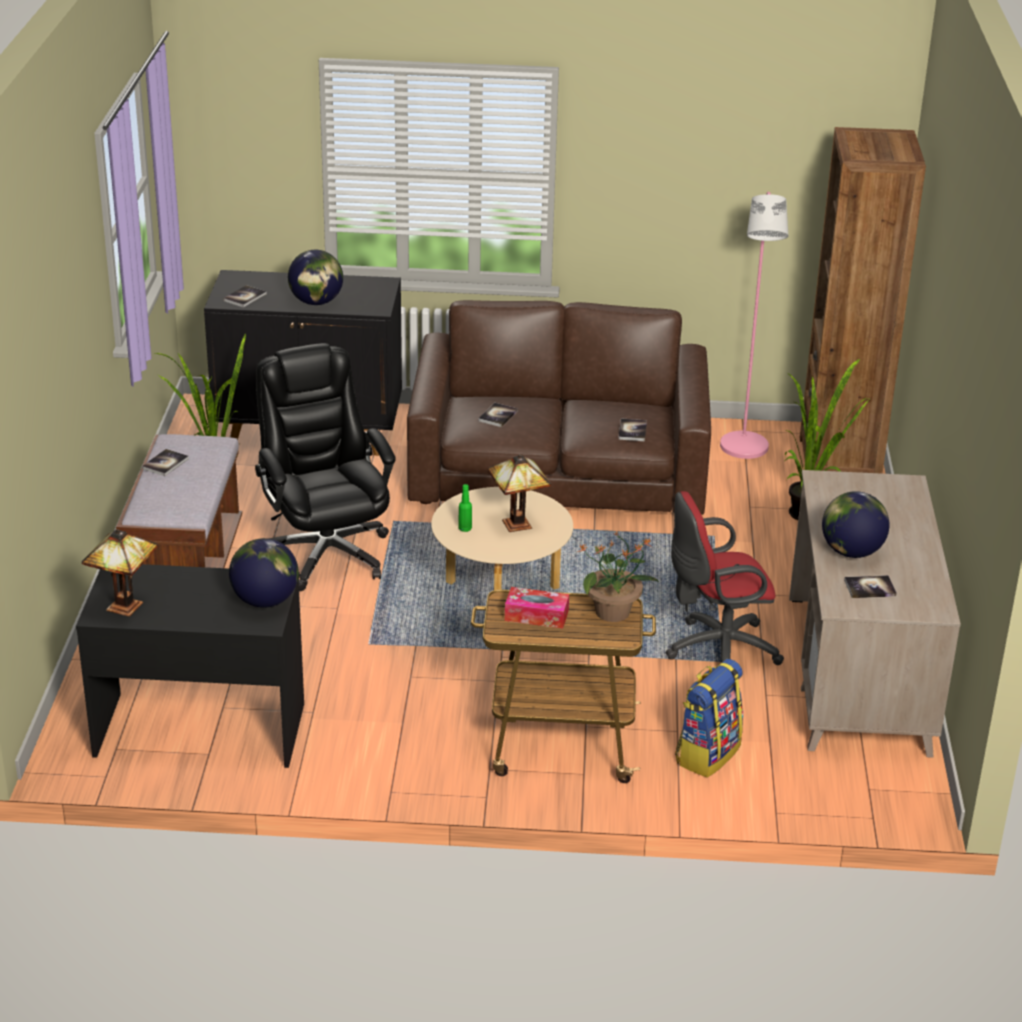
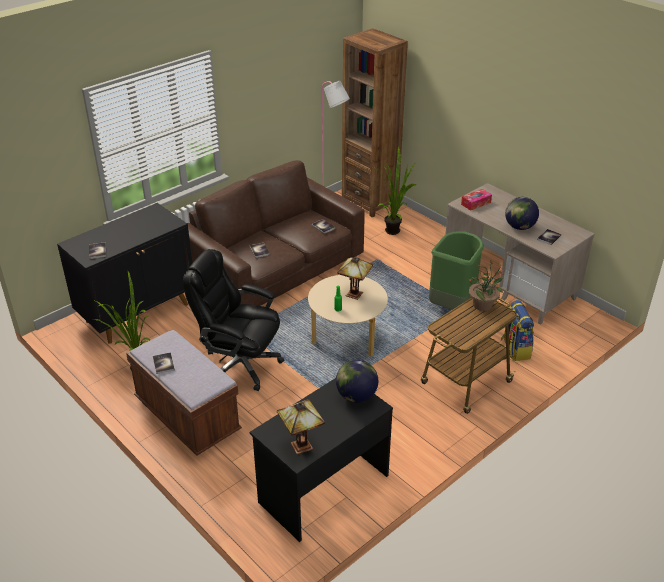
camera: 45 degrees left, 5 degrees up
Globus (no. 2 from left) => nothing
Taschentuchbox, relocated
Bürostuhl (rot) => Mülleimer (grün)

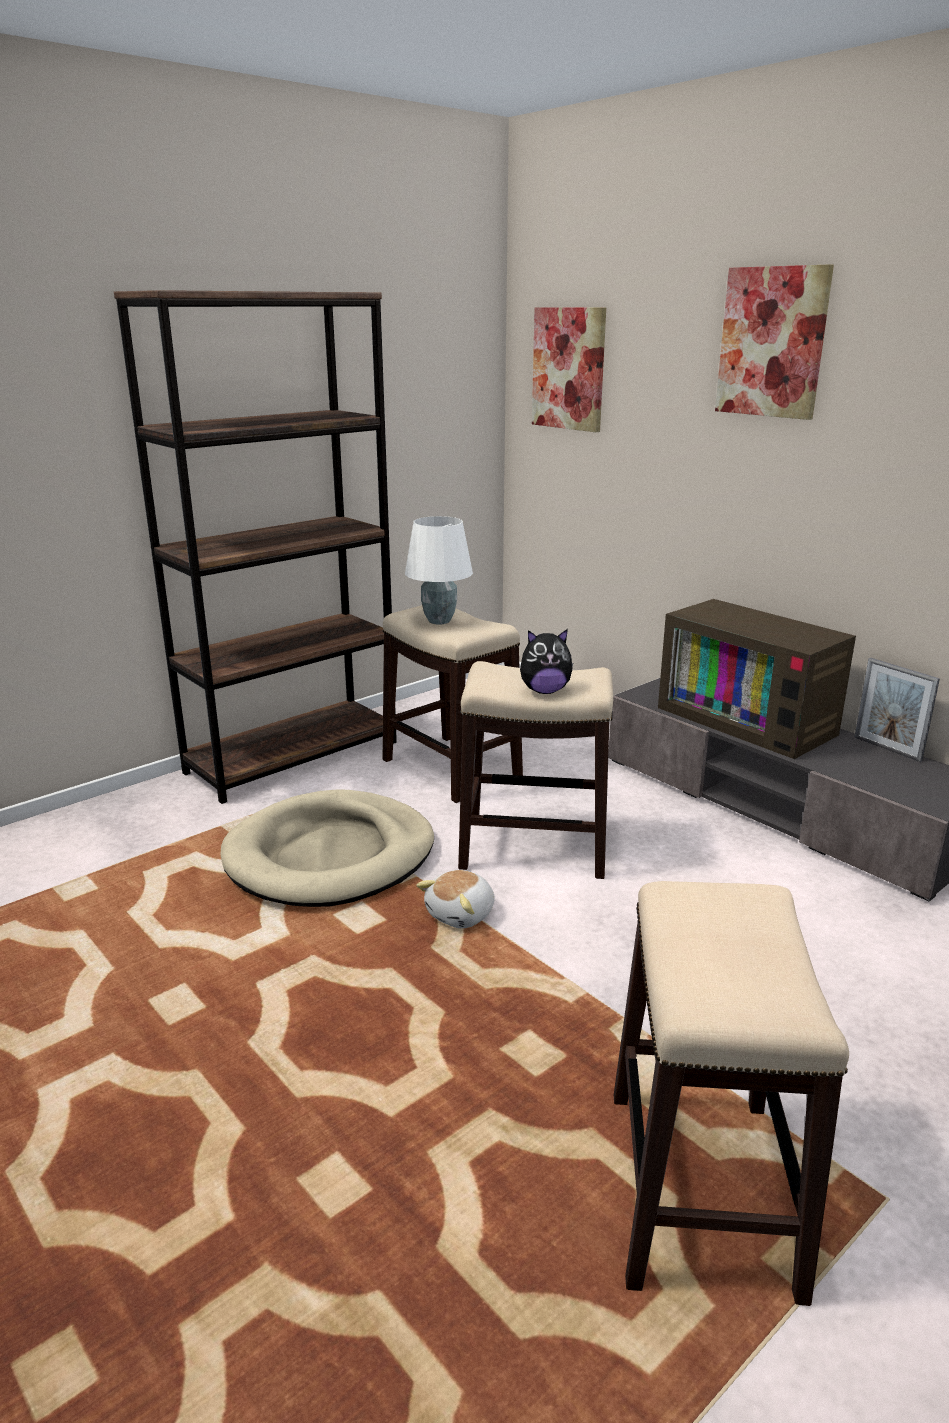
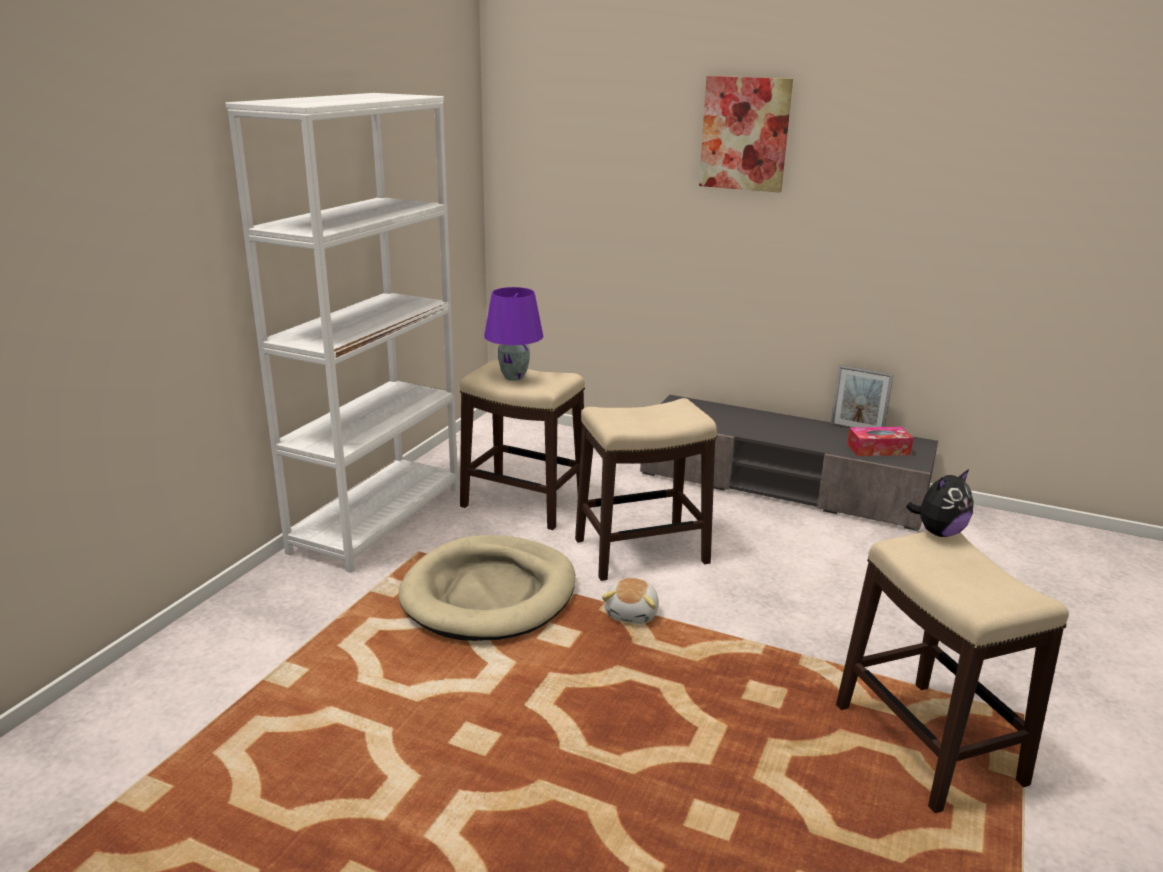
camera: 25 degrees left, 0 degrees up
Bücherregal (braun) => Bücherregal (weiß)
Tischlampe (weiß) => Tischlampe (lila)
Plüschtier (no. 2 from left), relocated
Bild (no. 1 from left) => nothing
Fernseher => nothing
nothing => Taschentuchbox

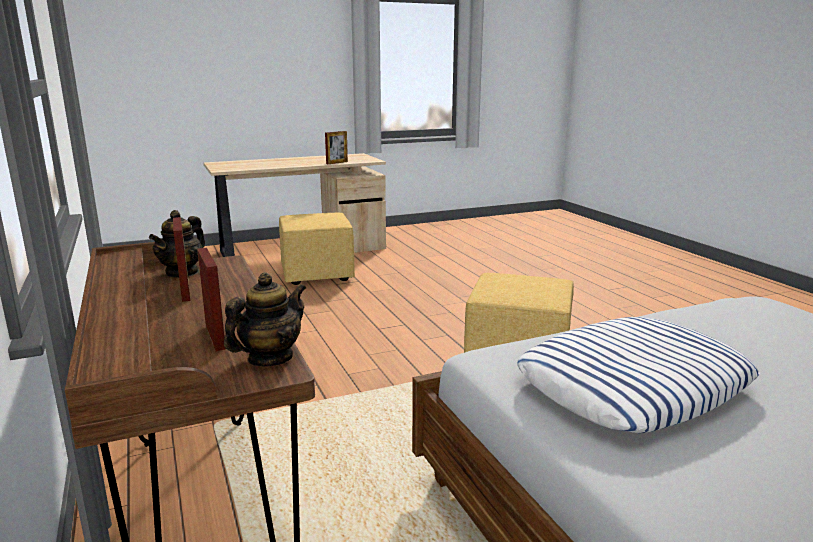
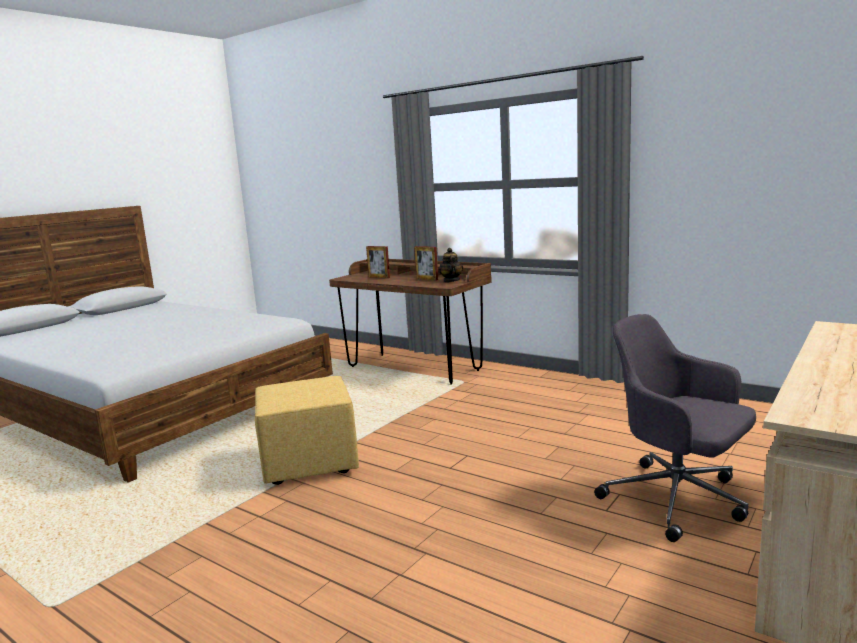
camera: 150 degrees right, 5 degrees down
Teekanne (no. 2 from left) => nothing
Polsterhocker (gelb) (no. 1 from left) => Bürostuhl (grau)
Bilderrahmen (no. 3 from left) => nothing
Kissen => nothing

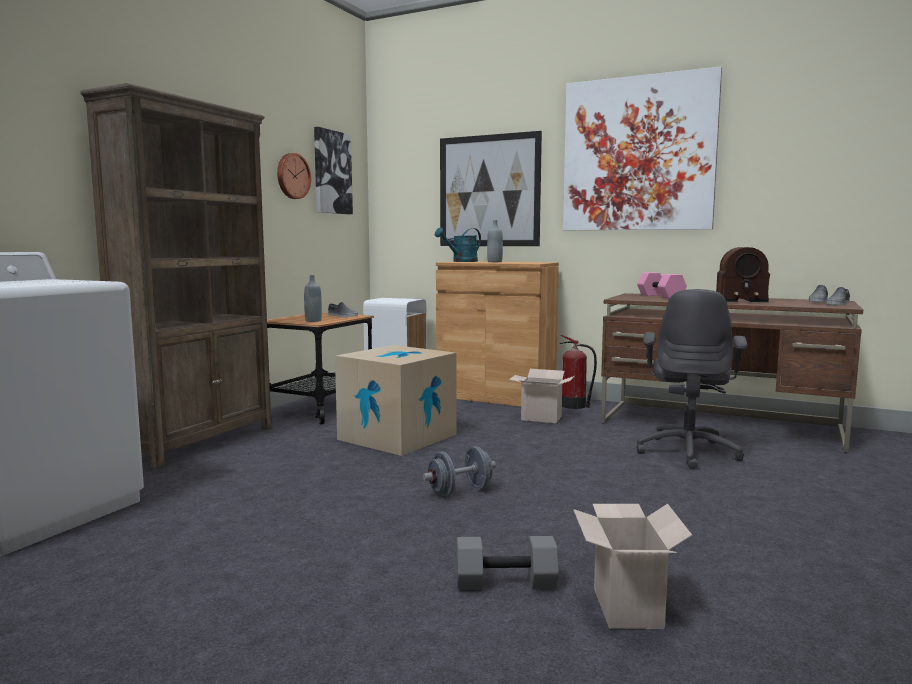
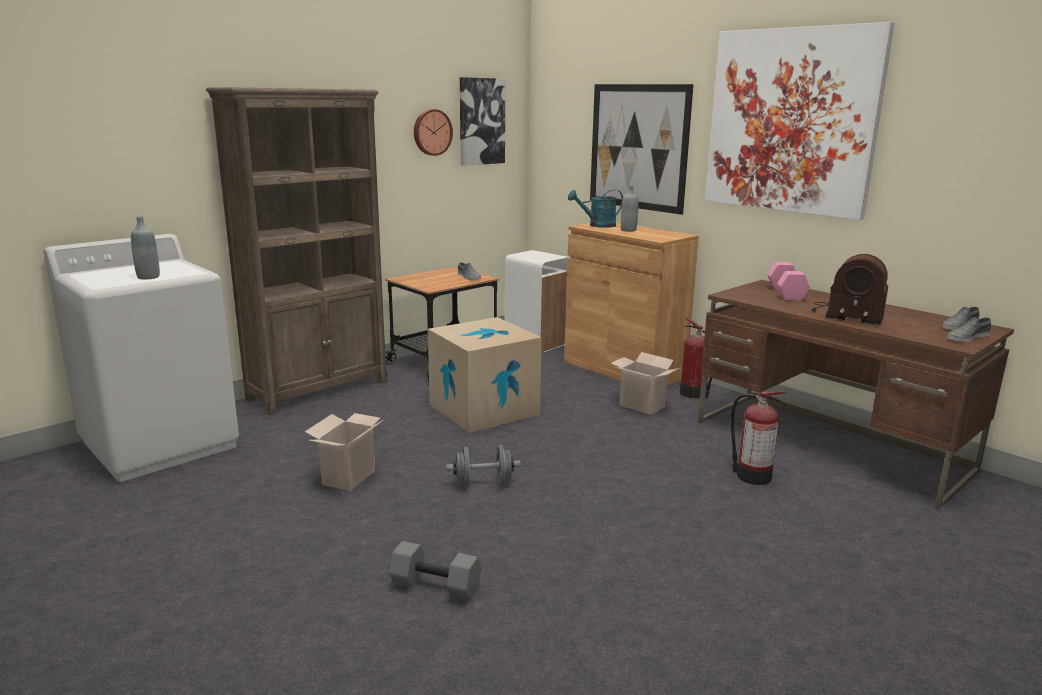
camera: 20 degrees right, 10 degrees up
Flasche (grau) (no. 1 from left), relocated
Karton (no. 3 from left in the first image) => Karton (no. 1 from left), relocated
Bürostuhl (grau) => Feuerlöscher (no. 2 from left)

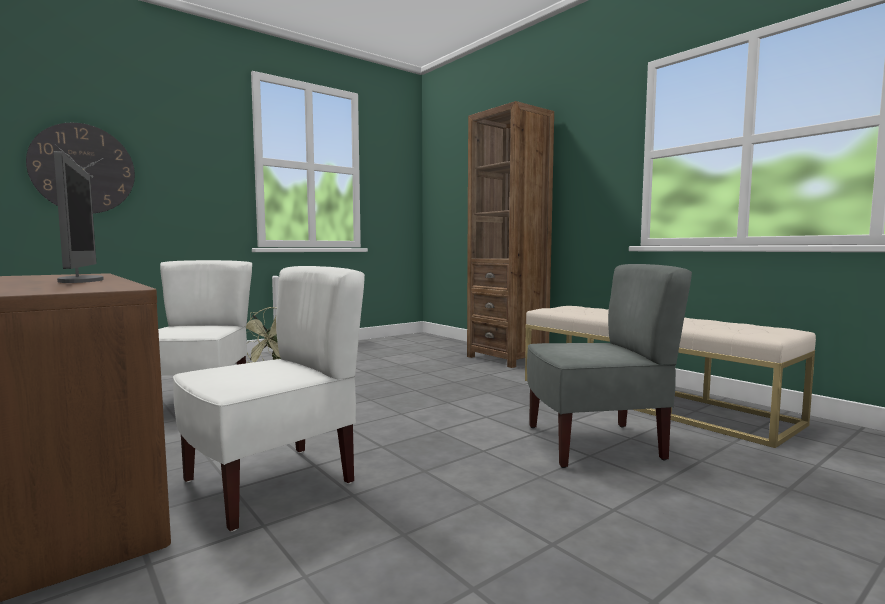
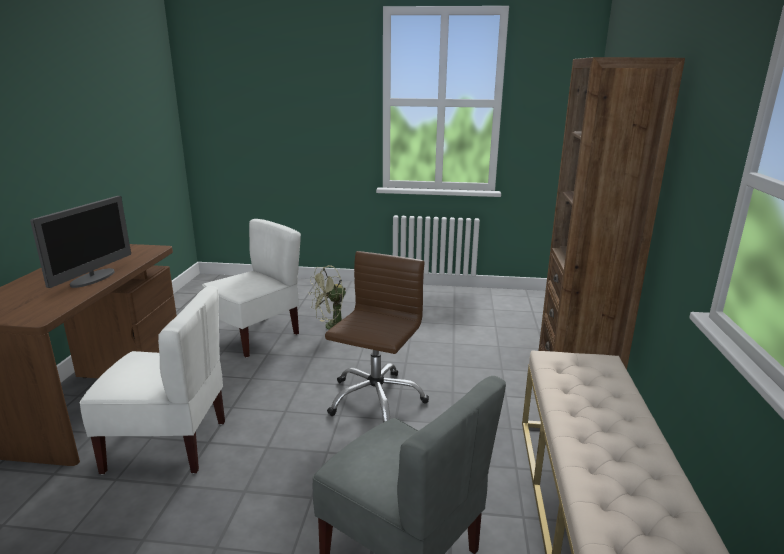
camera: 45 degrees right, 15 degrees up
Wanduhr => nothing
nothing => Bürostuhl (braun)

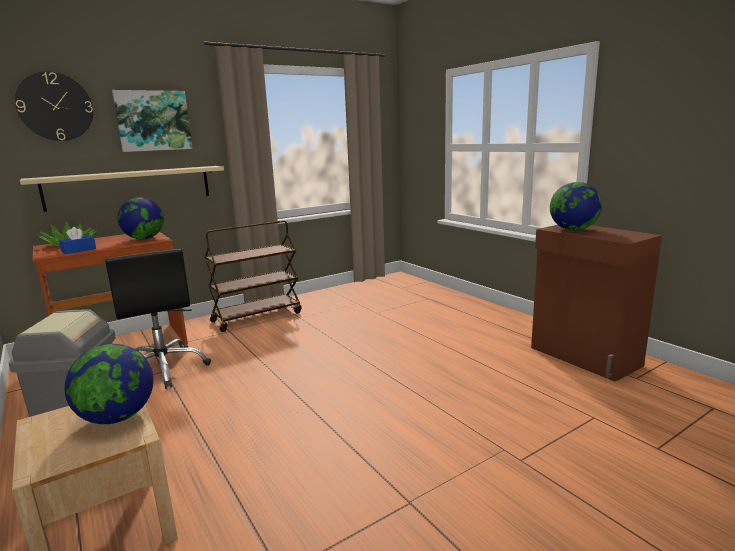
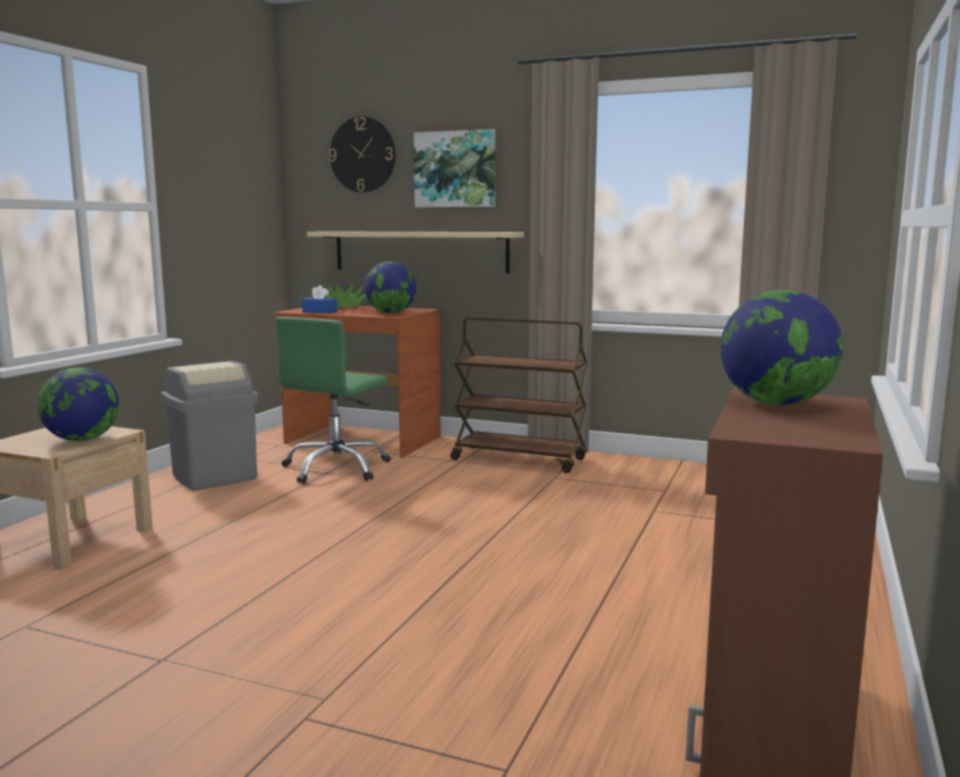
camera: 55 degrees right, 5 degrees down
Bürostuhl (schwarz) => Bürostuhl (grün)

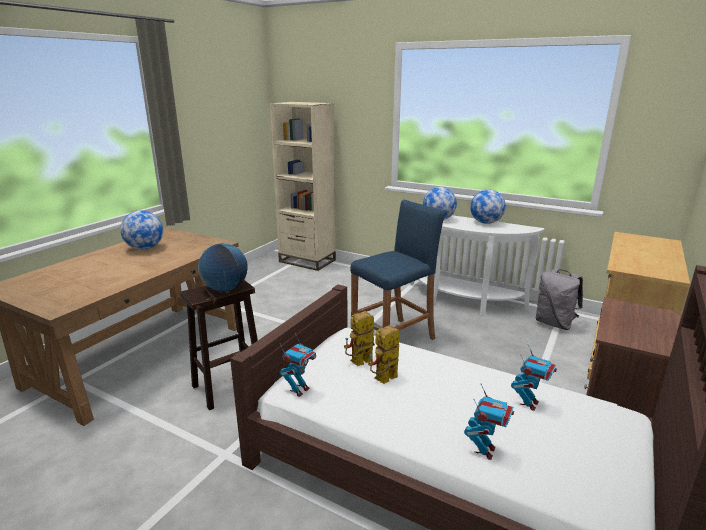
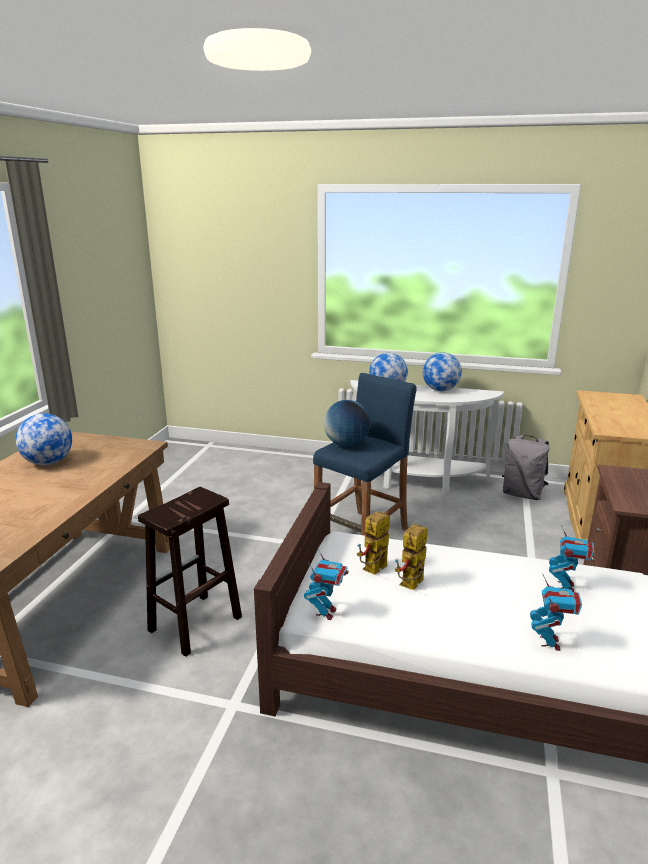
camera: 15 degrees left, 0 degrees up
Globus (no. 2 from left), relocated
Bücherregal (beige) => nothing

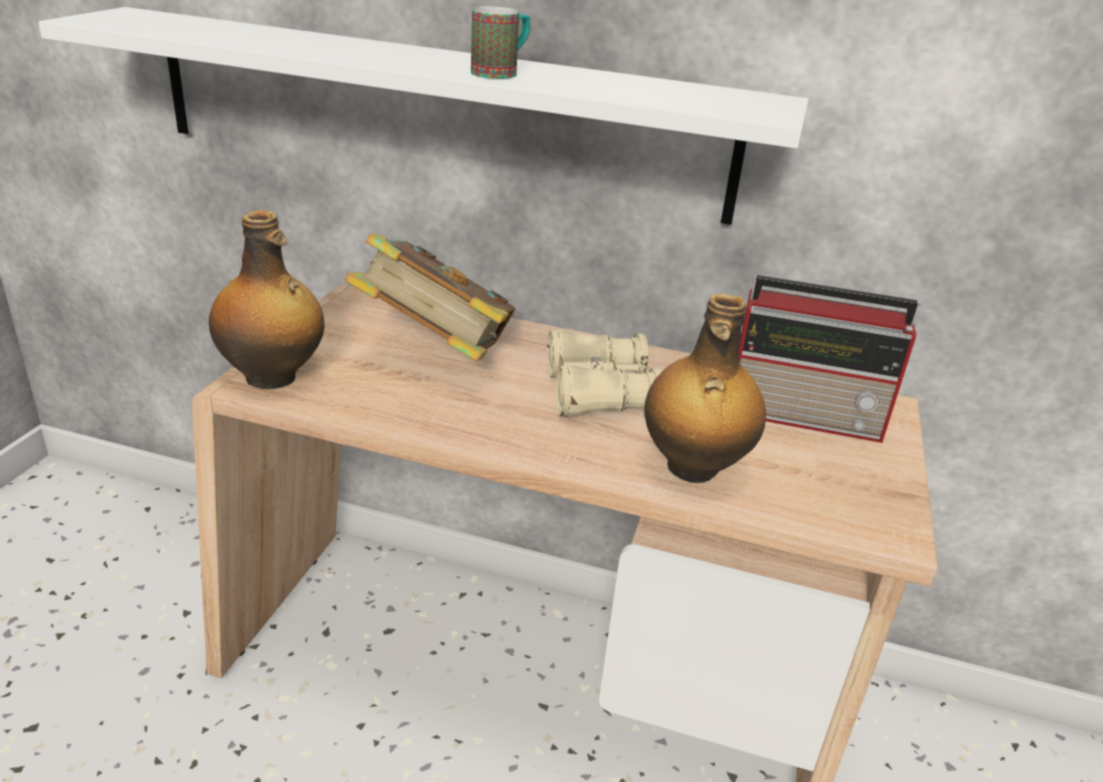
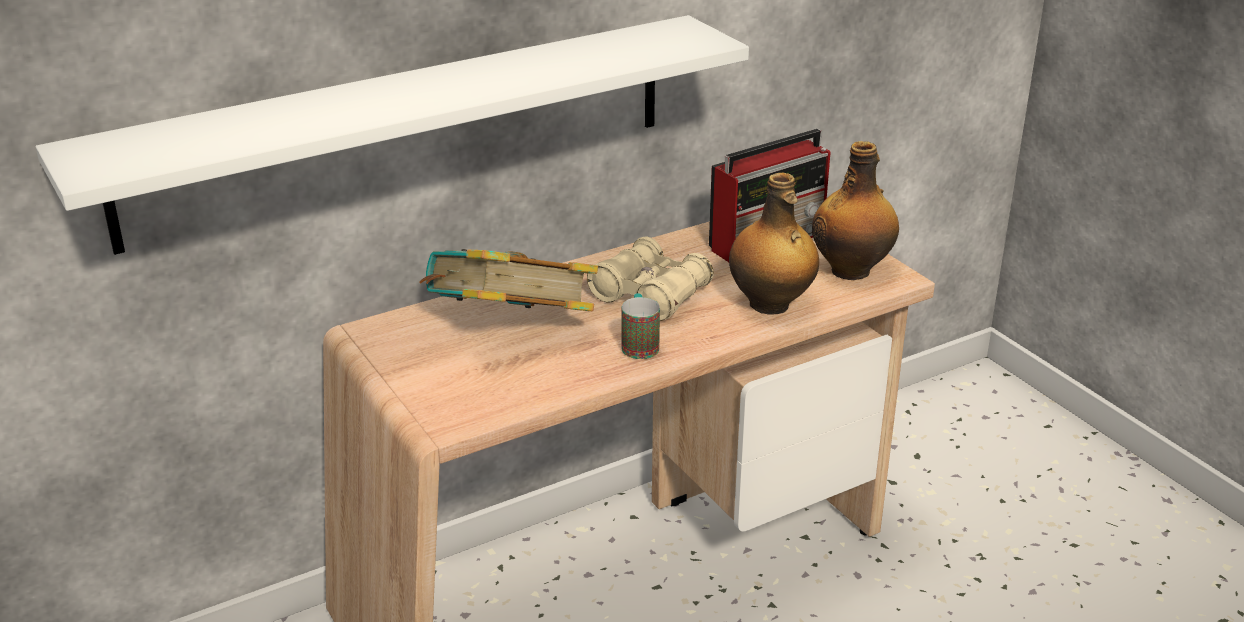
camera: 45 degrees left, 0 degrees up
Flasche (no. 1 from left in the first image) => Flasche (no. 2 from left), relocated
Henkelbecher, relocated

